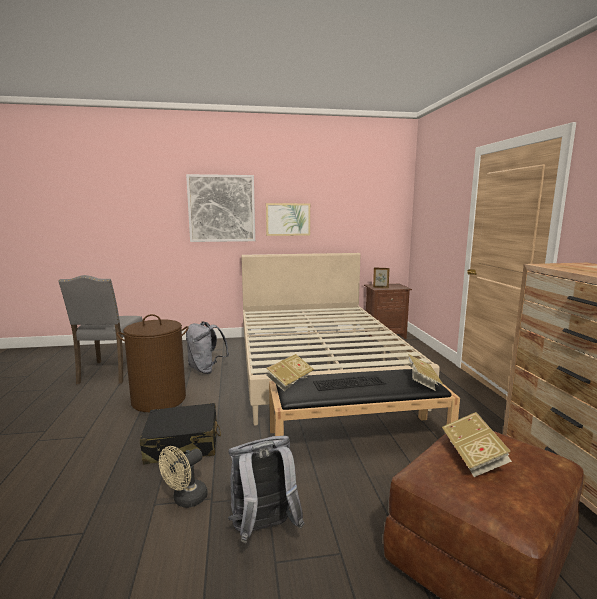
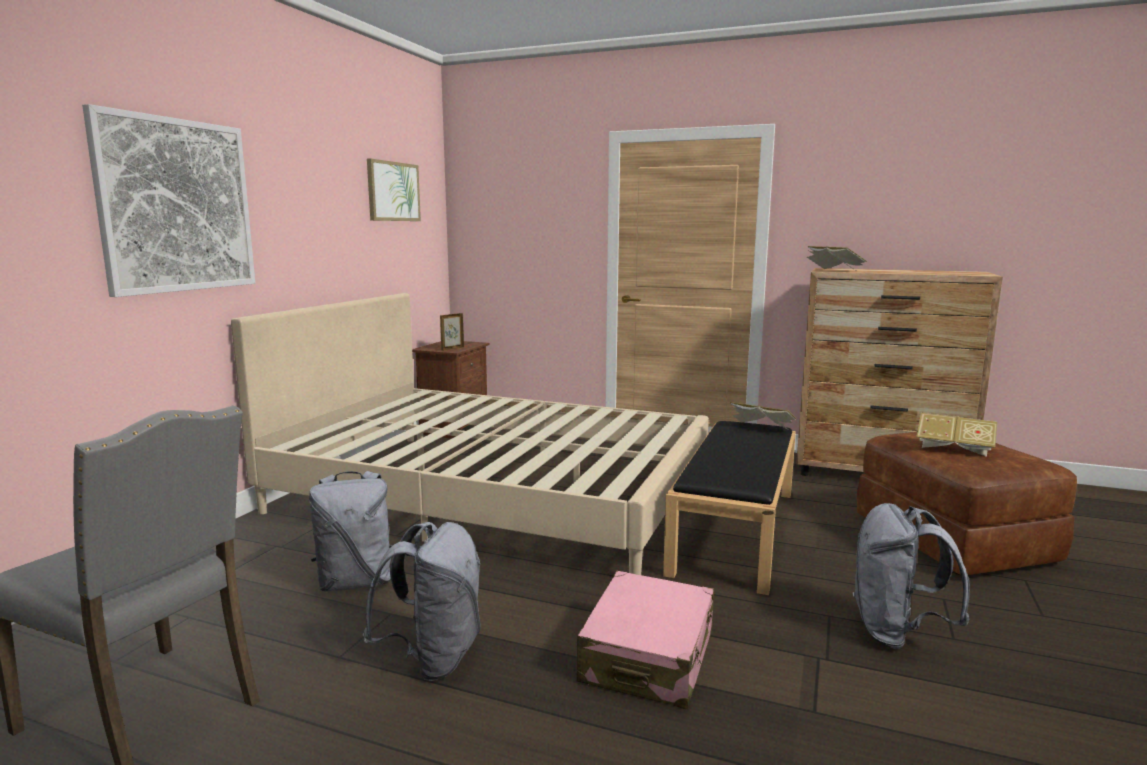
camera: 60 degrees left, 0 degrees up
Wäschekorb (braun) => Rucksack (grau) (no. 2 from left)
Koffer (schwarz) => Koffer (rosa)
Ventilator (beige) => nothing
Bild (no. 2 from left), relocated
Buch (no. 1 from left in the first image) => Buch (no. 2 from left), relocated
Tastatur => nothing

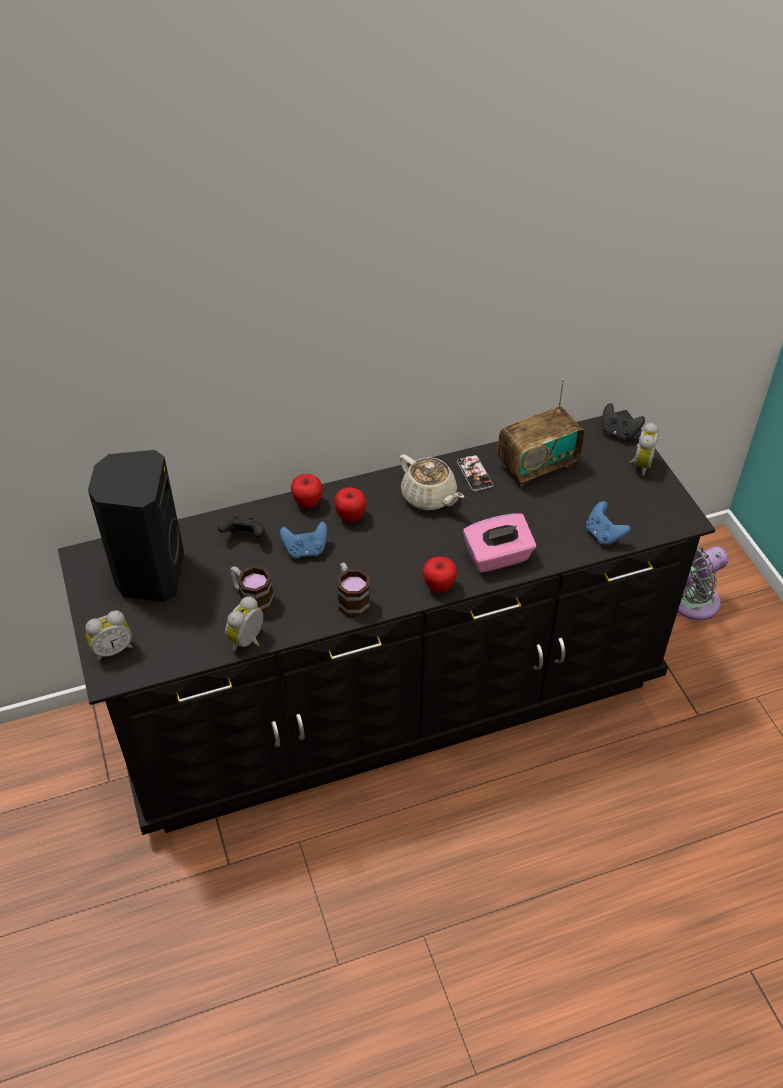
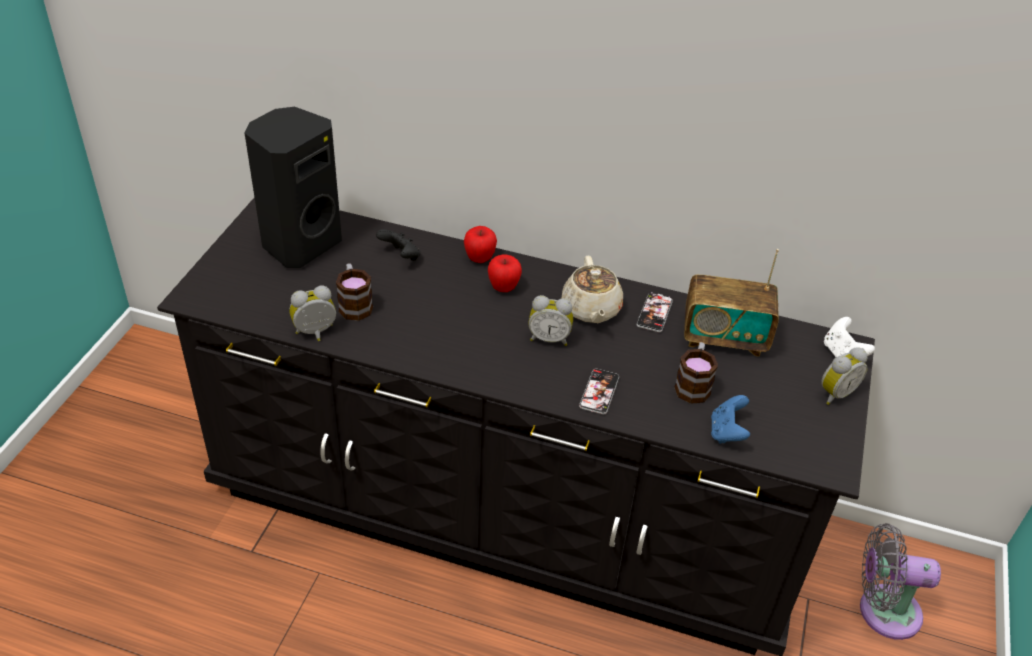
camera: 35 degrees right, 5 degrees down
Wecker (no. 1 from left in the first image) => Wecker (no. 2 from left), relocated
Gamepad (blau) (no. 1 from left) => nothing
Henkelbecher (no. 2 from left), relocated
Apfel (no. 3 from left) => nothing
Taschentuchbox (rosa) => Handy (no. 1 from left)
Gamepad (schwarz) (no. 2 from left) => Gamepad (weiß)

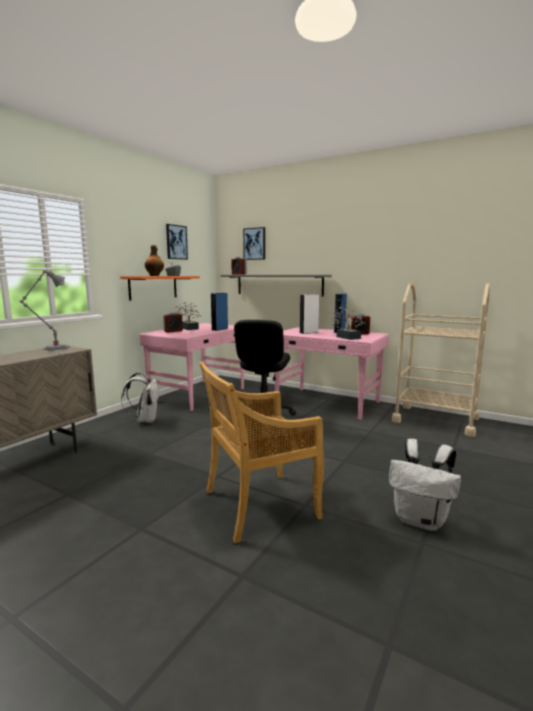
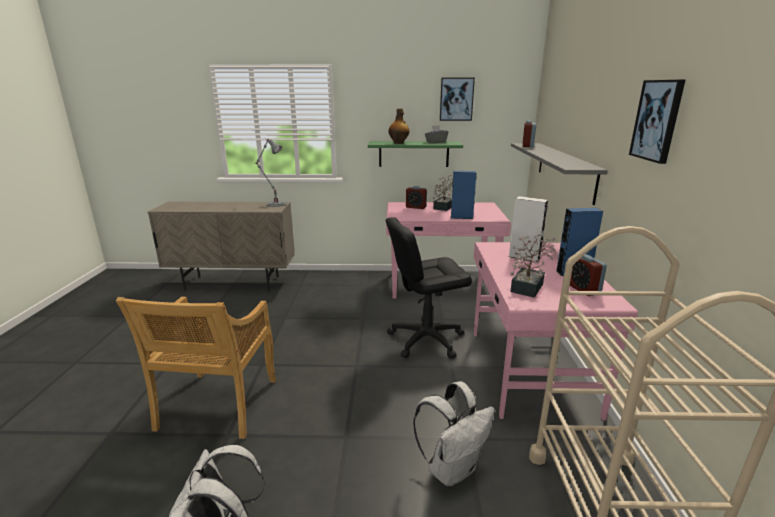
camera: 60 degrees right, 10 degrees up
Wandregal (orange) => Wandregal (grün)
Rucksack (weiß) (no. 1 from left in the first image) => Rucksack (weiß) (no. 2 from left), relocated
Stuhl (beige), 120 degrees counterclockwise
Bild (no. 2 from left), relocated

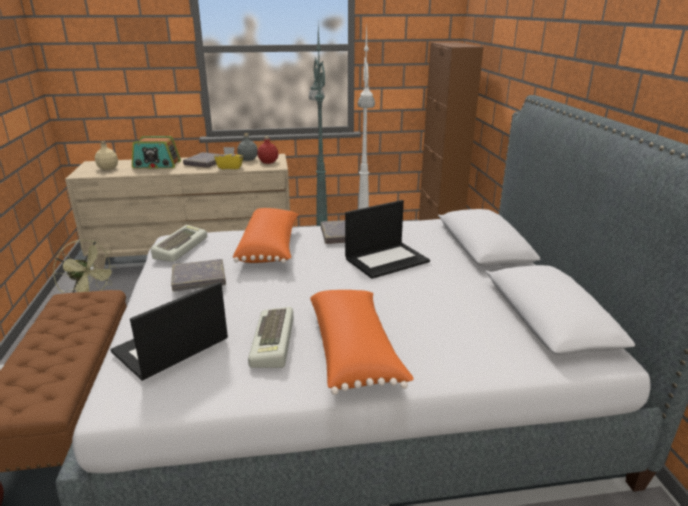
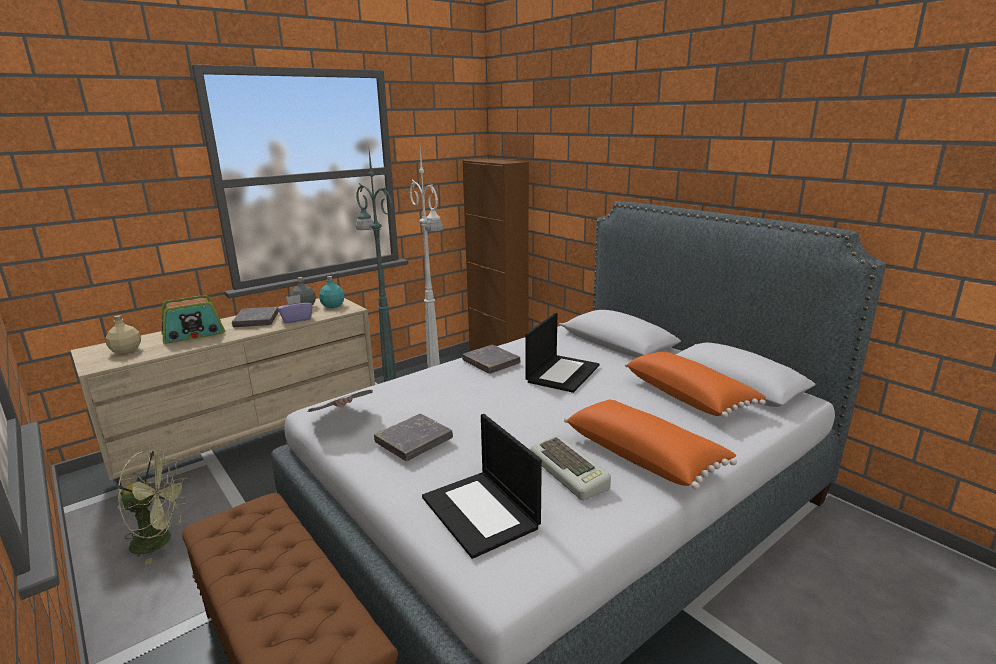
camera: 30 degrees left, 5 degrees down
Laptop (no. 1 from left), 45 degrees counterclockwise
Tastatur (no. 1 from left) => Zeitung
Taschentuchbox (gelb) => Taschentuchbox (lila)
Kissen (orange) (no. 1 from left in the first image) => Kissen (orange) (no. 2 from left), relocated
Flasche (rot) => Flasche (türkis)

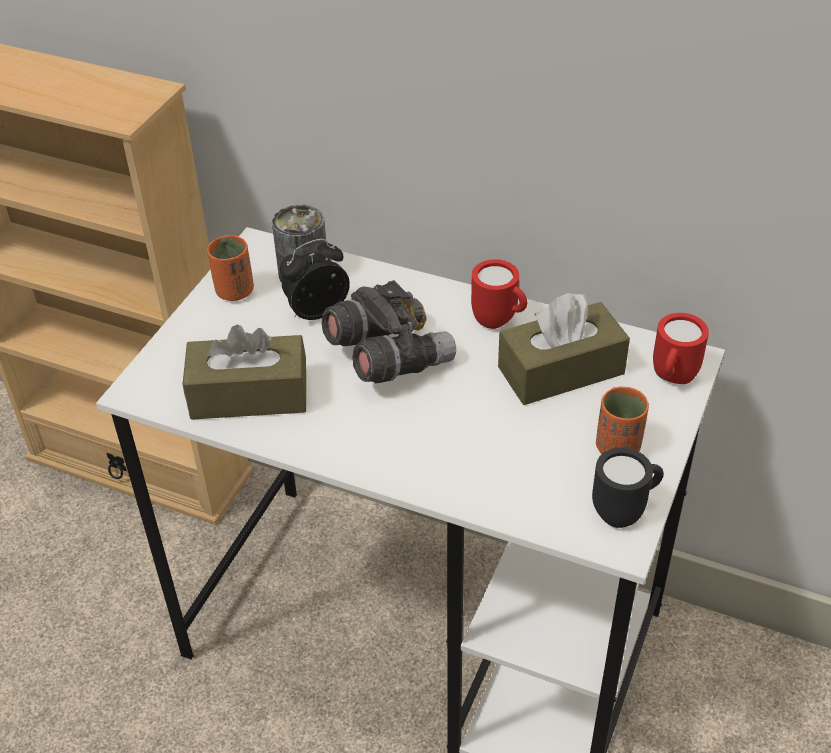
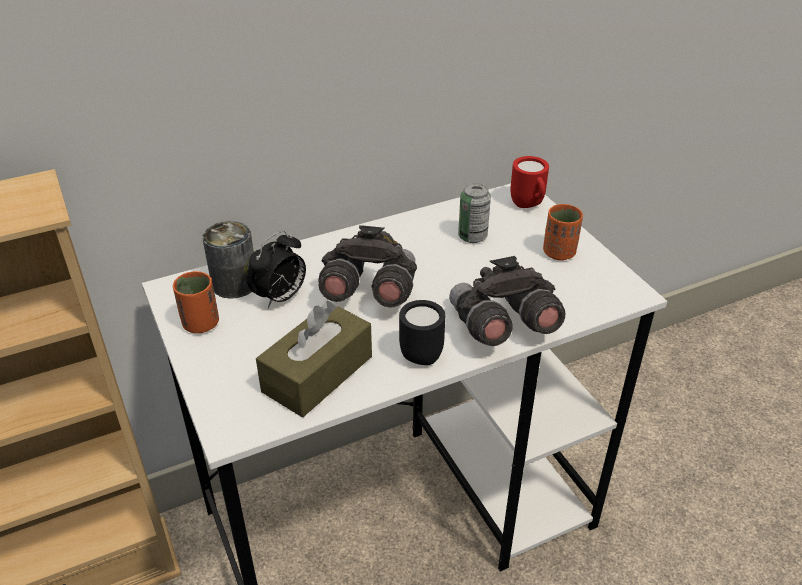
camera: 50 degrees left, 5 degrees down
Wecker, 150 degrees counterclockwise
Henkelbecher (rot) (no. 1 from left) => nothing
Taschentuchbox (braun) (no. 2 from left) => Dose (no. 2 from left)
Henkelbecher (schwarz), relocated
nothing => Fernglas (grau) (no. 2 from left)

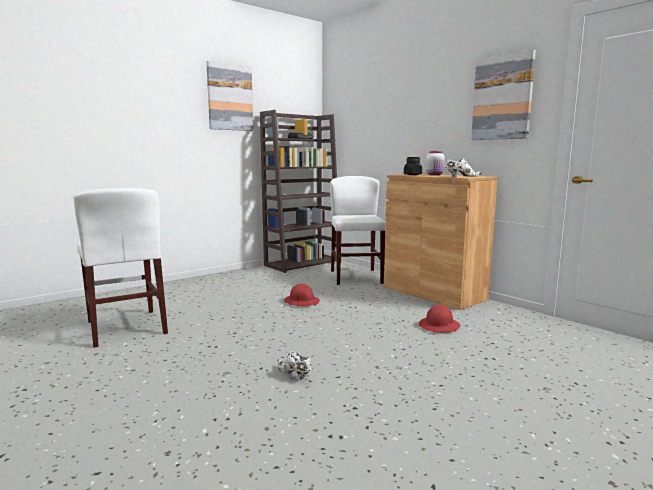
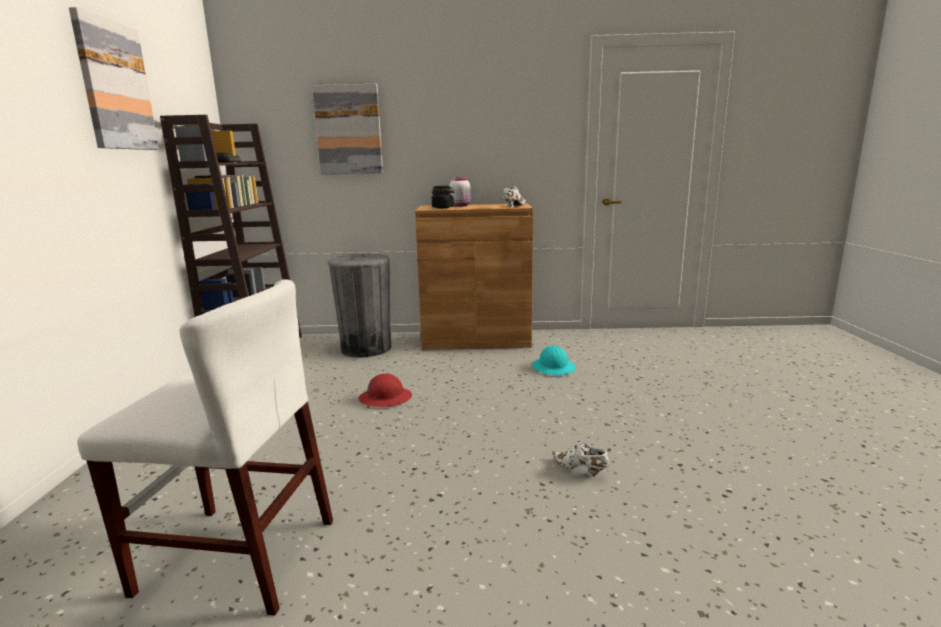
camera: 50 degrees left, 5 degrees up
Schuh (weiß) (no. 1 from left in the first image) => Schuh (weiß) (no. 2 from left), 45 degrees clockwise
Stuhl (weiß) (no. 2 from left) => Mülleimer (grau)
Schutzhelm (rot) (no. 2 from left) => Schutzhelm (türkis)
Bild (no. 2 from left), relocated

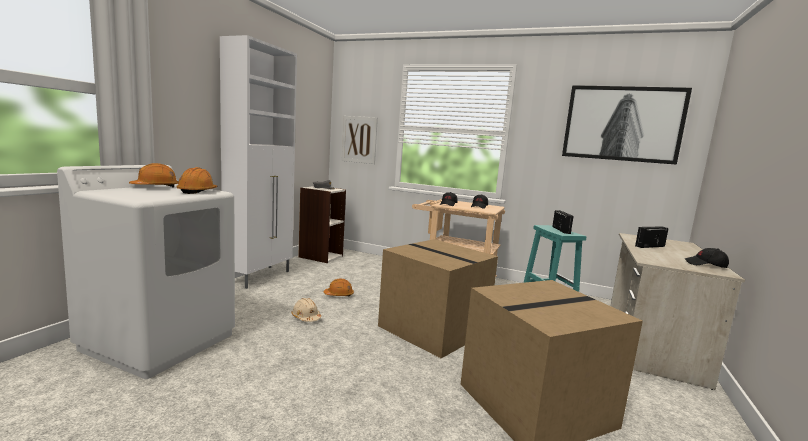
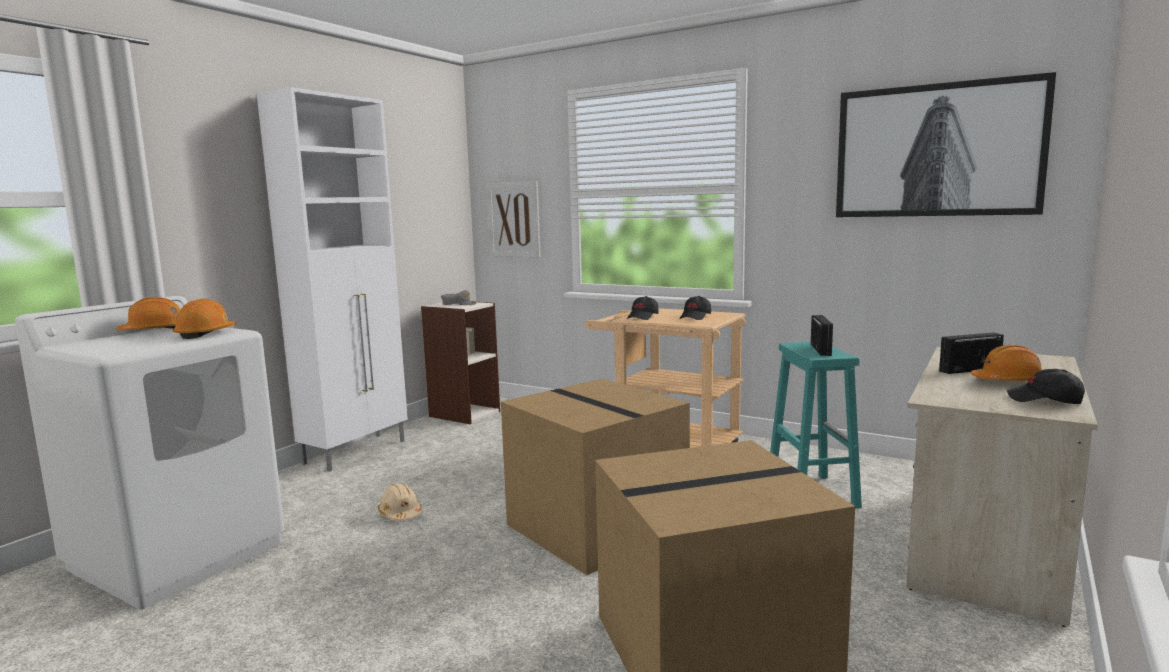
camera: 10 degrees right, 0 degrees up
Schutzhelm (orange) (no. 3 from left), relocated

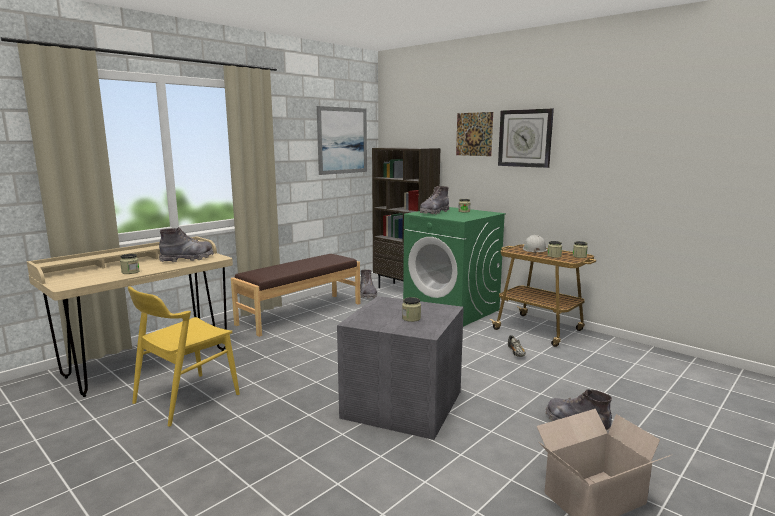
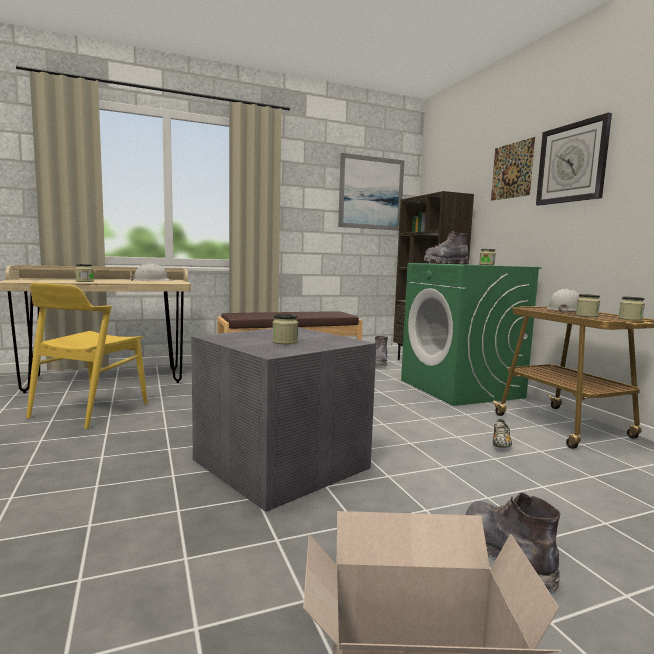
camera: 25 degrees right, 5 degrees down
Stuhl (gelb), 45 degrees counterclockwise
Stiefel (grau) (no. 1 from left) => Schutzhelm (weiß) (no. 1 from left)

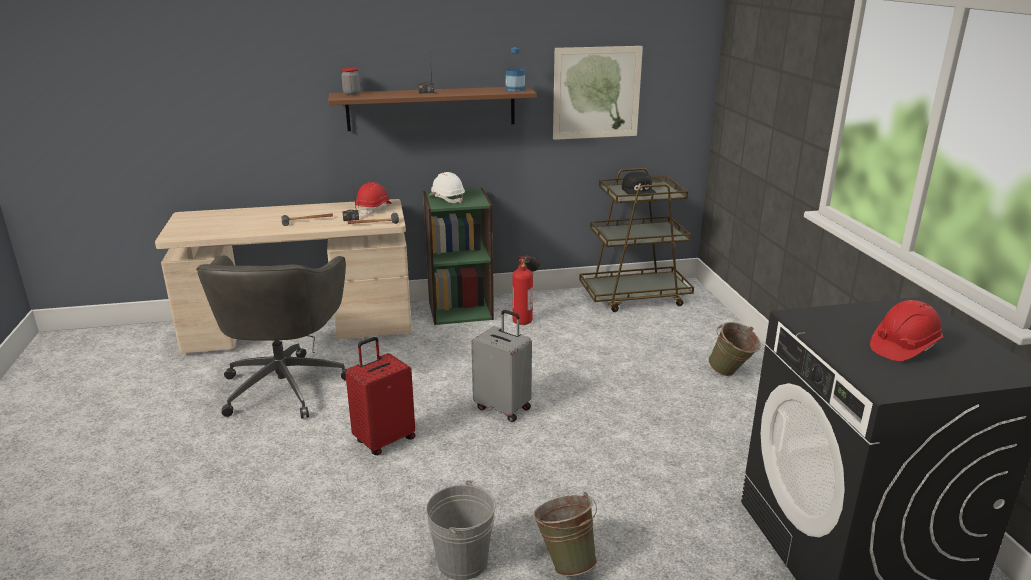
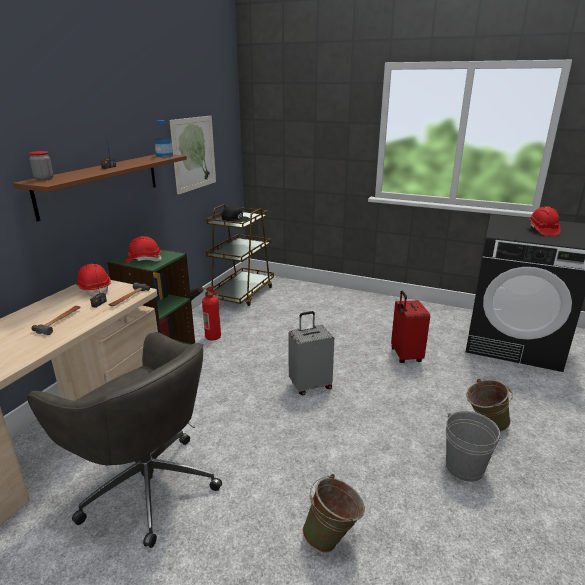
camera: 55 degrees left, 0 degrees up
Koffer (rot), relocated
Schutzhelm (weiß) => Schutzhelm (rot) (no. 2 from left)
Eimer (grün) (no. 2 from left in the first image) => Eimer (grün) (no. 1 from left), relocated

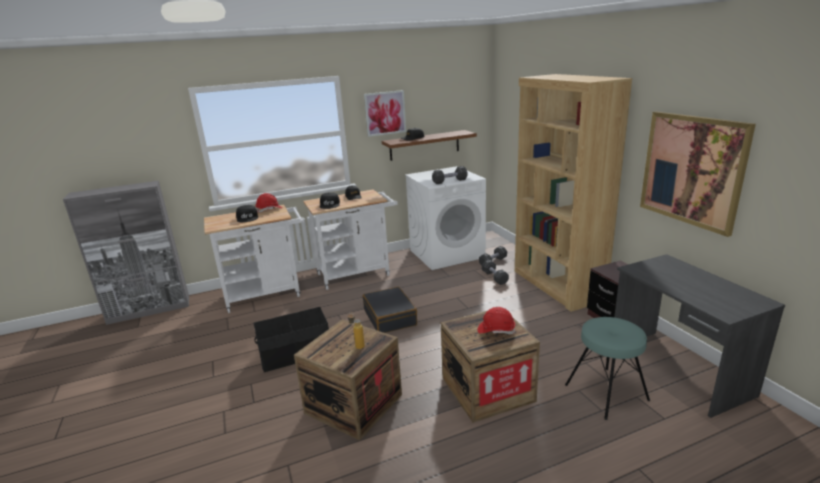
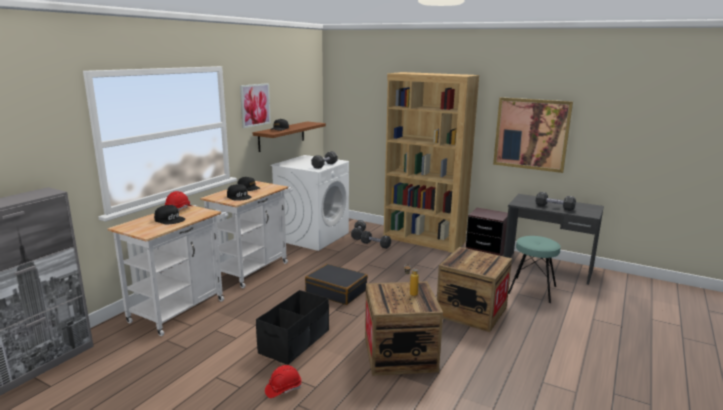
camera: 40 degrees left, 5 degrees down
Schutzhelm (rot) (no. 2 from left), relocated
nothing => Hantel (schwarz) (no. 4 from left)

